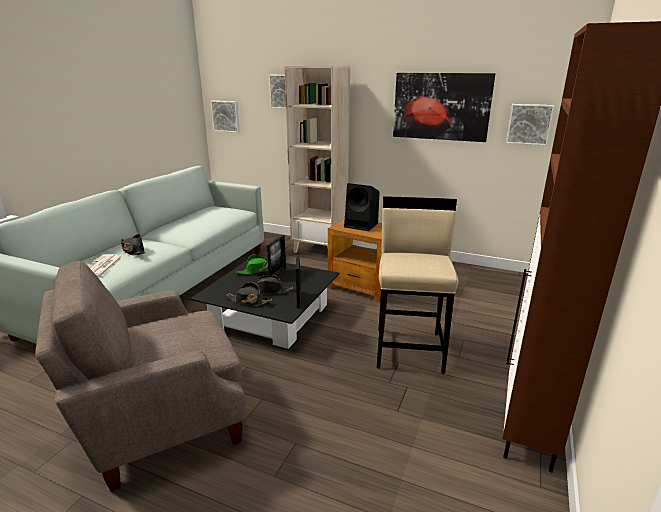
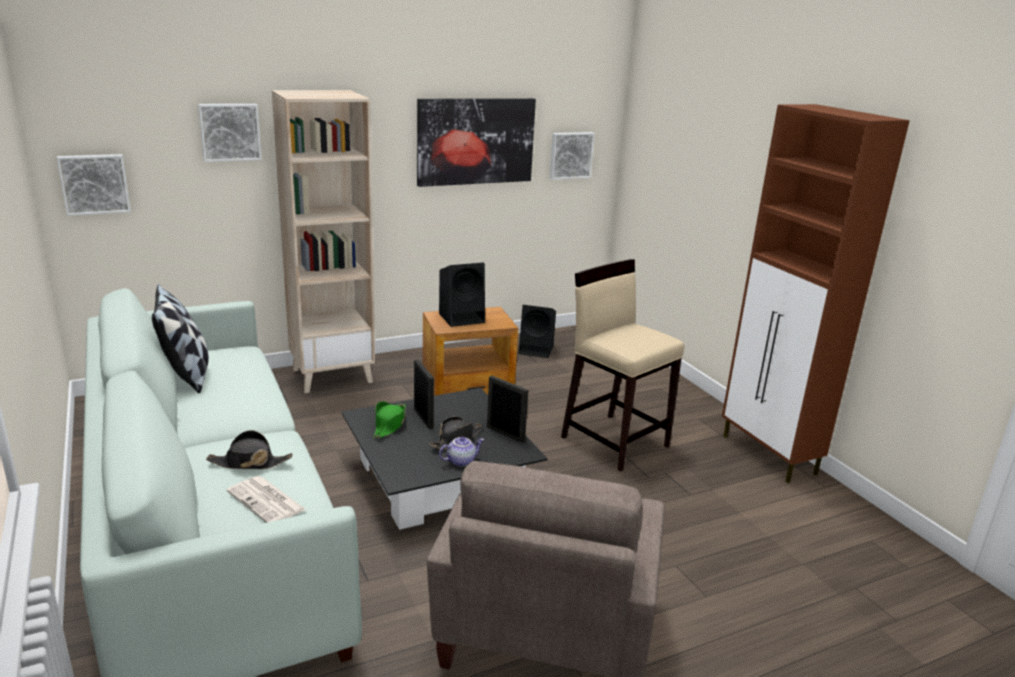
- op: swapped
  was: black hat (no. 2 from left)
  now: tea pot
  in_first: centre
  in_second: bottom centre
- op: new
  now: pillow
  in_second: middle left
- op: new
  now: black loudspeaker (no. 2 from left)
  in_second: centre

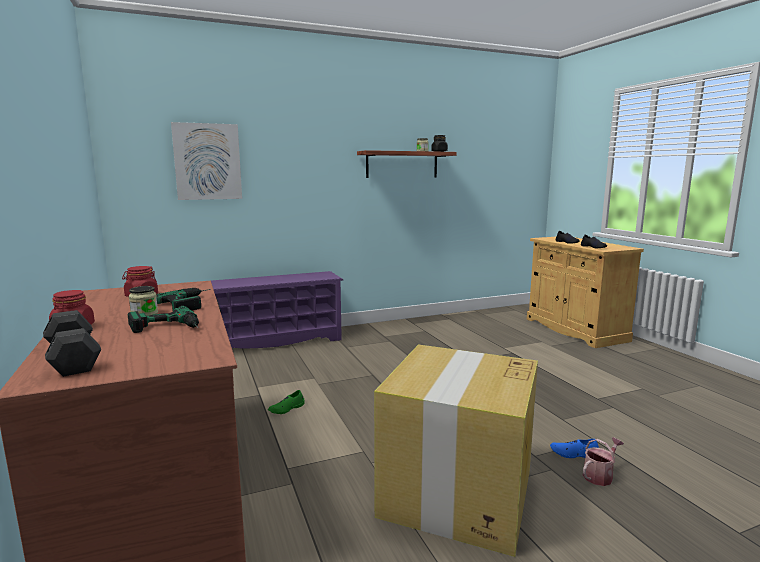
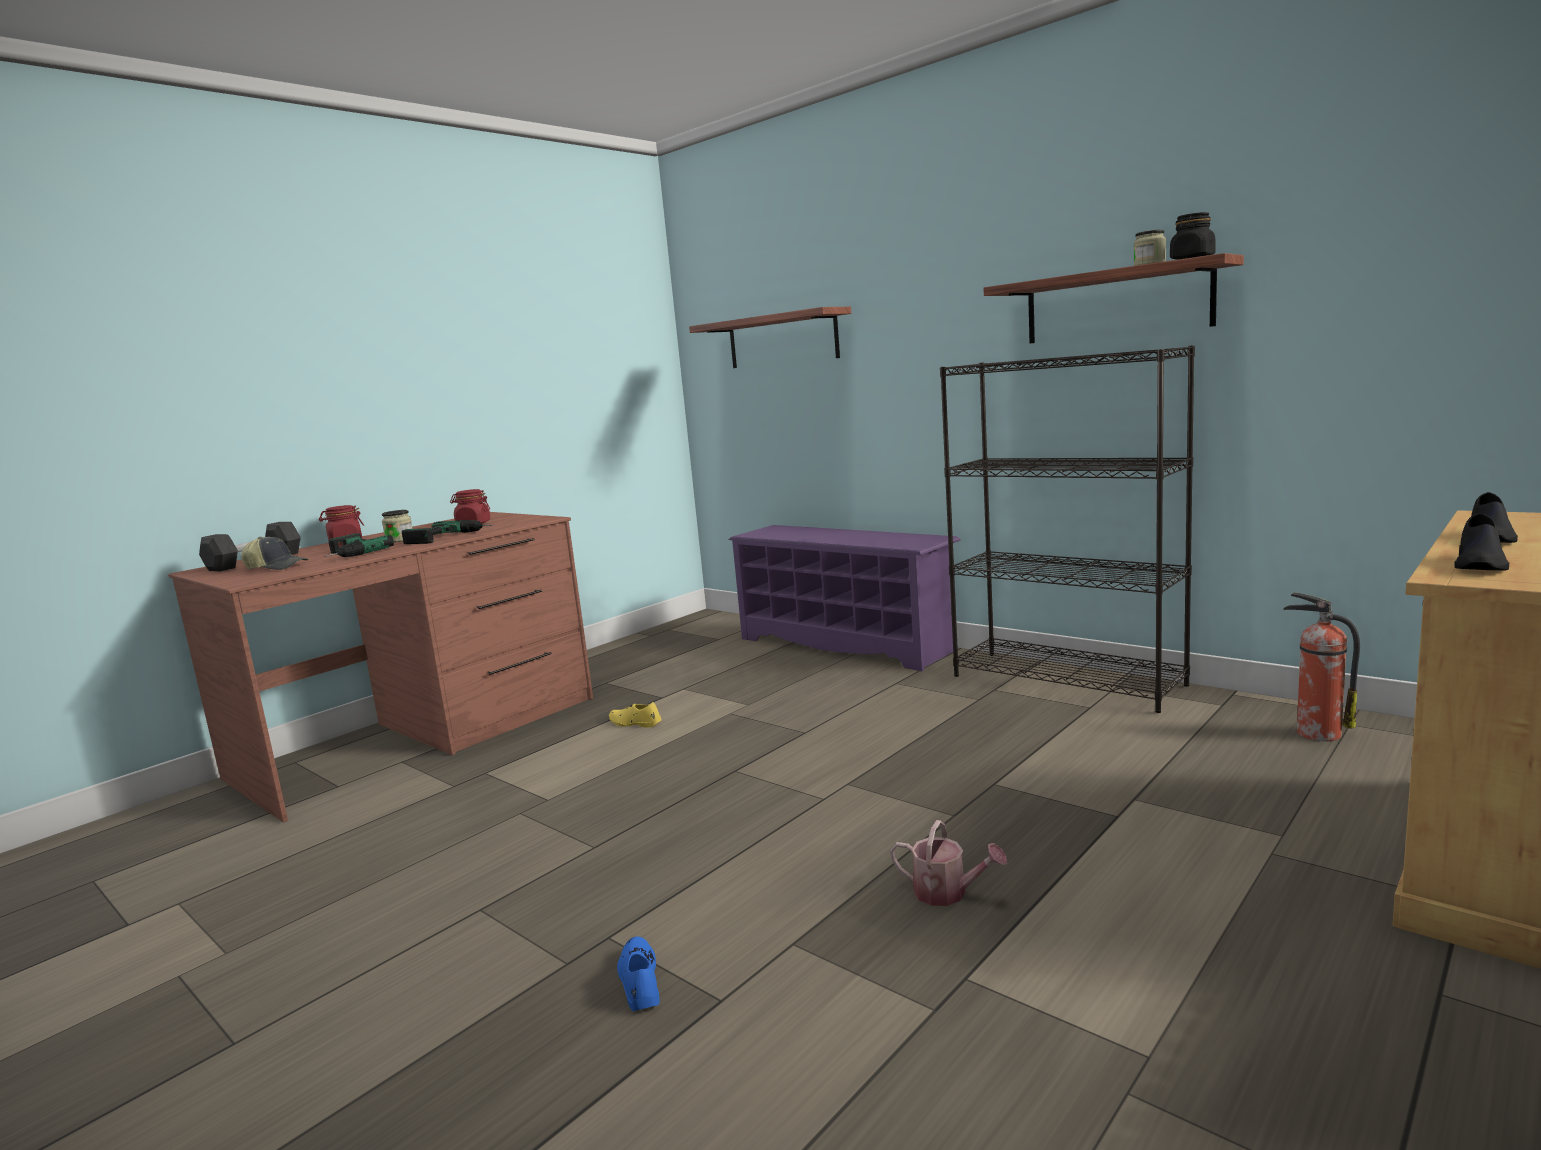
- op: swapped
  was: wall art
  now: shelf (no. 1 from left)
  in_first: top left
  in_second: top centre
- op: repainted
  was: greenish shoe
  now: yellowish shoe
  in_first: bottom centre
  in_second: centre
- op: gone
  was: carton
  in_first: bottom centre
- op: shifted
  was: watering can
  in_first: bottom right
  in_second: bottom centre
- op: new
  now: peaked cap
  in_second: middle left
- op: new
  now: black shelving unit
  in_second: middle right
- op: new
  now: fire-fighting cylinder
  in_second: middle right

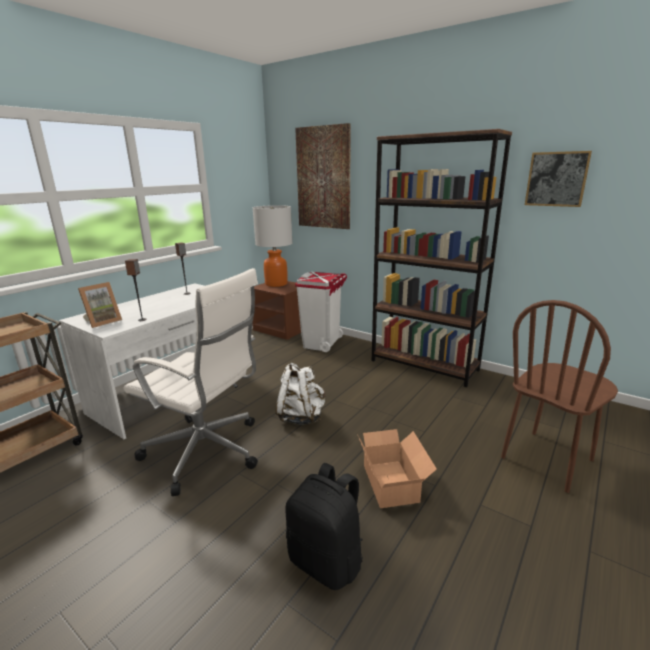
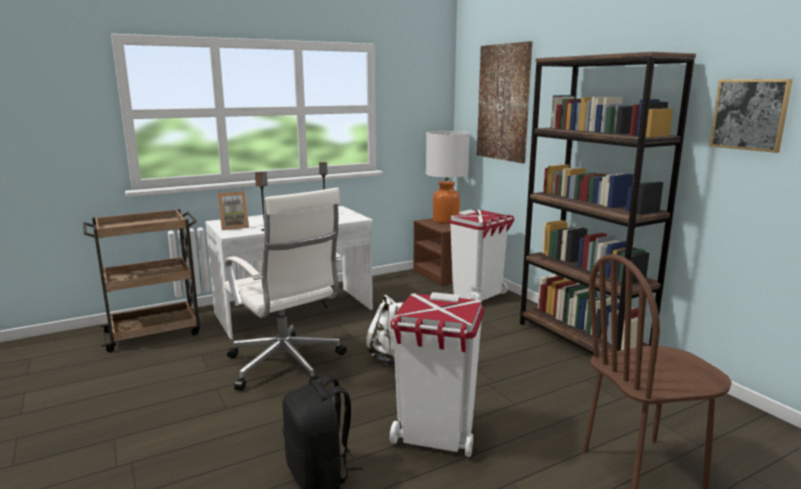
- op: swapped
  was: carton
  now: whitish trash can (no. 1 from left)
  in_first: bottom centre
  in_second: bottom centre

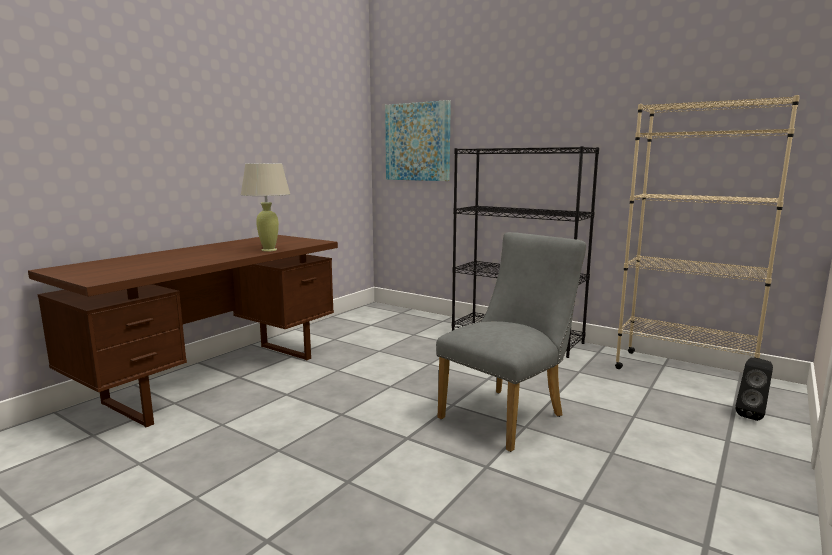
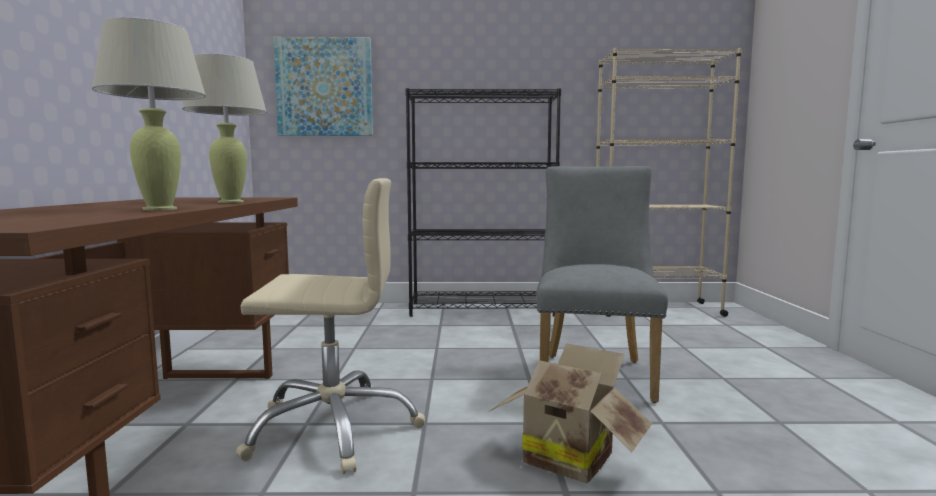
- op: gone
  was: black loudspeaker
  in_first: bottom right
- op: new
  now: sand-coloured tabletop lamp (no. 1 from left)
  in_second: top left
- op: new
  now: sand-coloured desk chair
  in_second: centre
- op: new
  now: carton
  in_second: bottom centre

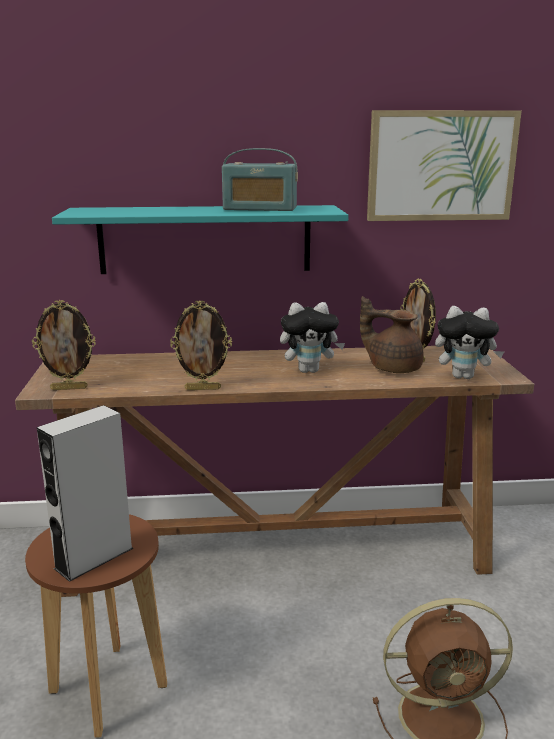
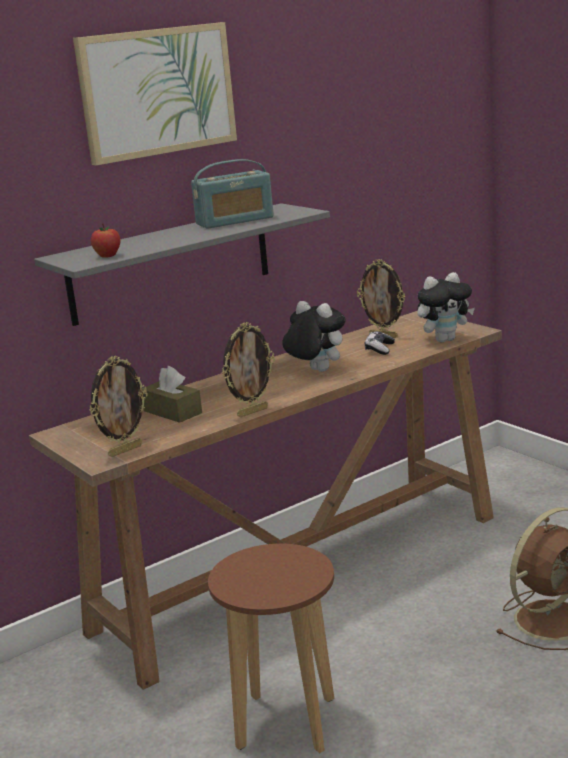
- op: gone
  was: greyish loudspeaker
  in_first: bottom left
- op: repainted
  was: turquoise shelf
  now: greyish shelf
  in_first: top centre
  in_second: middle left
- op: rotated
  was: cuddly toy (no. 1 from left)
  in_first: centre
  in_second: centre
  clockwise: -105
- op: swapped
  was: brown-coloured tea pot
  now: gamepad
  in_first: middle right
  in_second: middle right
- op: shifted
  was: wall art
  in_first: top right
  in_second: top left
- op: new
  now: apple
  in_second: top left
- op: new
  now: brown-coloured box of tissues
  in_second: middle left

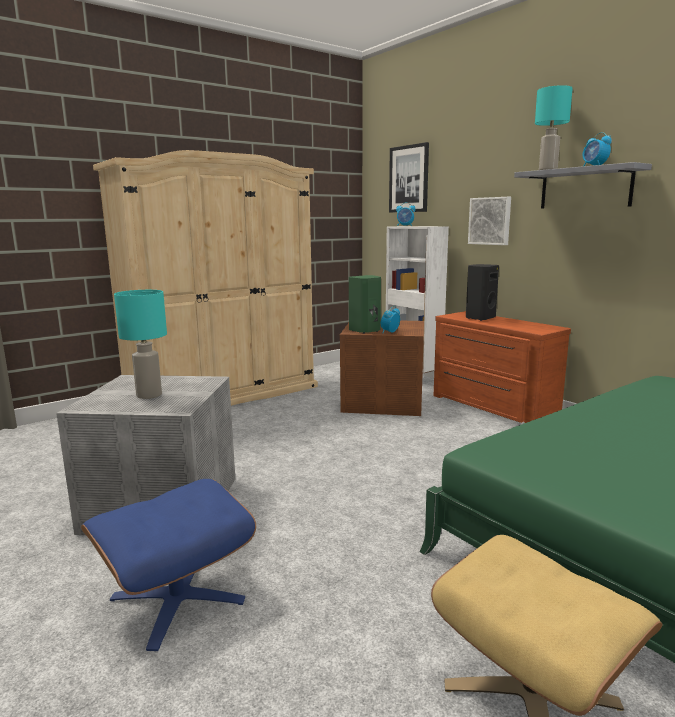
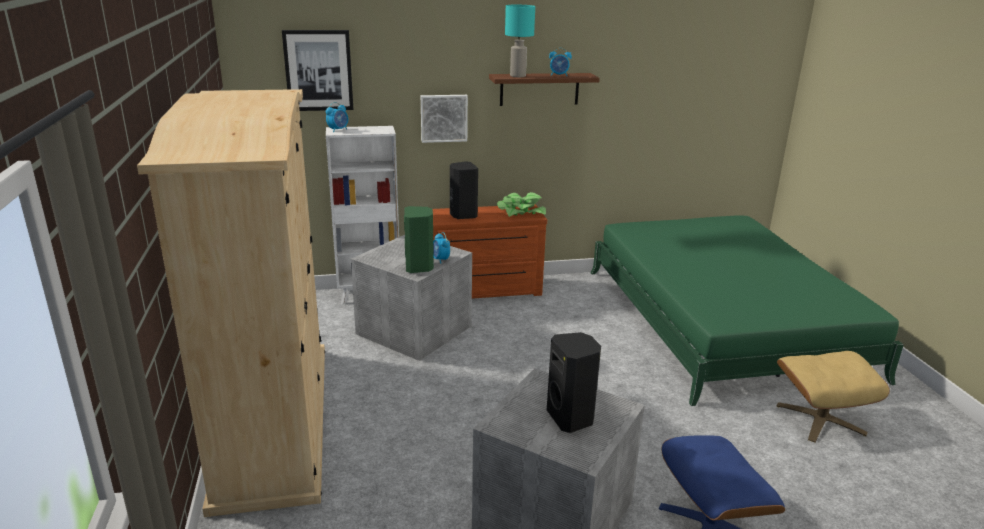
- op: swapped
  was: turquoise tabletop lamp (no. 1 from left)
  now: black loudspeaker (no. 2 from left)
  in_first: middle left
  in_second: bottom centre
- op: repainted
  was: brown-coloured storage box
  now: greyish storage box (no. 1 from left)
  in_first: centre
  in_second: centre
- op: repainted
  was: greyish shelf
  now: brown-coloured shelf
  in_first: top right
  in_second: top centre
- op: new
  now: plant in a pot
  in_second: centre

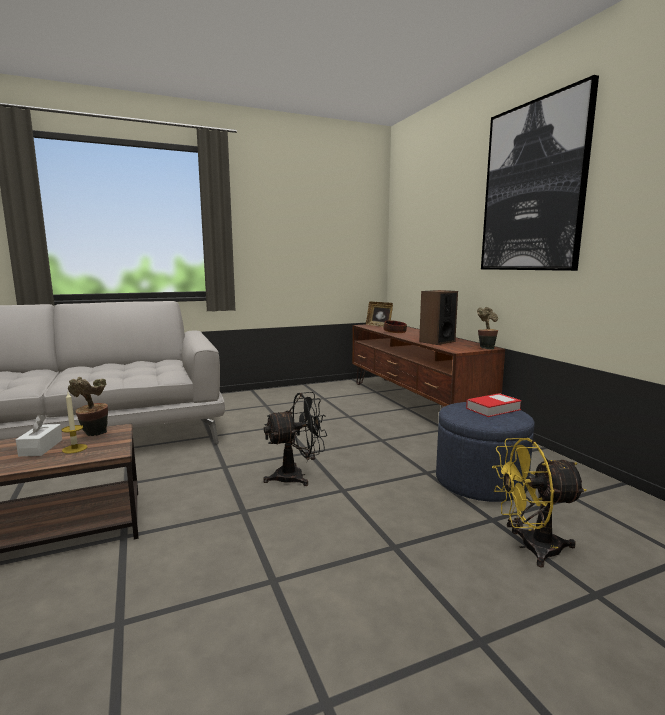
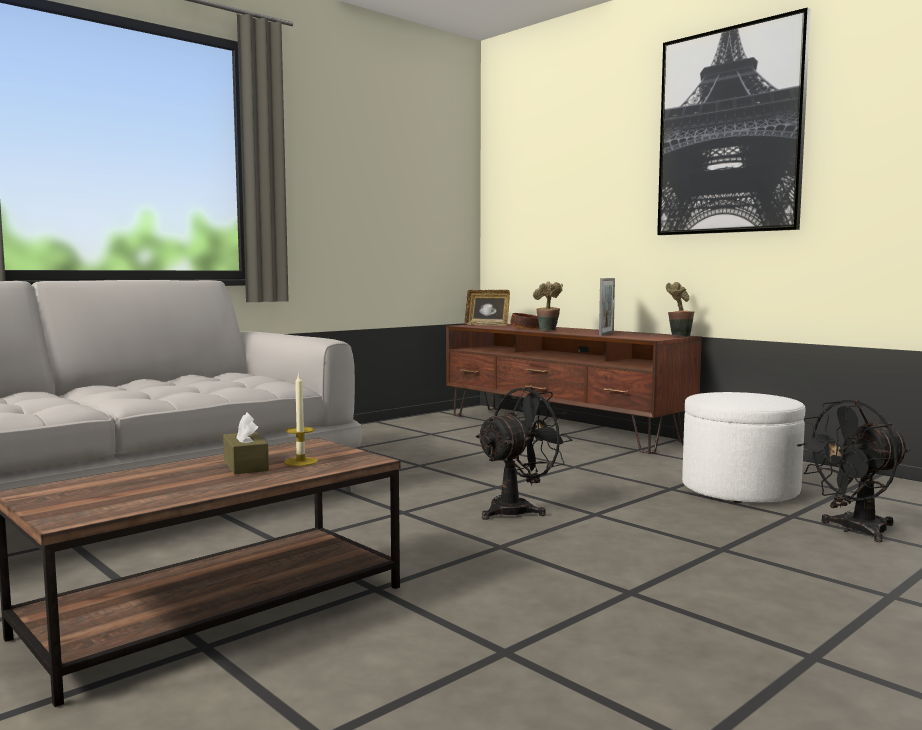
- op: repainted
  was: whitish box of tissues
  now: brown-coloured box of tissues
  in_first: middle left
  in_second: middle left
- op: shifted
  was: plant in a pot (no. 1 from left)
  in_first: middle left
  in_second: centre
- op: swapped
  was: loudspeaker
  now: picture frame (no. 2 from left)
  in_first: centre
  in_second: centre
- op: repainted
  was: blue-coloured pouffe
  now: whitish pouffe
  in_first: middle right
  in_second: middle right
- op: gone
  was: bound book
  in_first: middle right
- op: repainted
  was: yellowish fan
  now: black fan (no. 2 from left)
  in_first: bottom right
  in_second: middle right

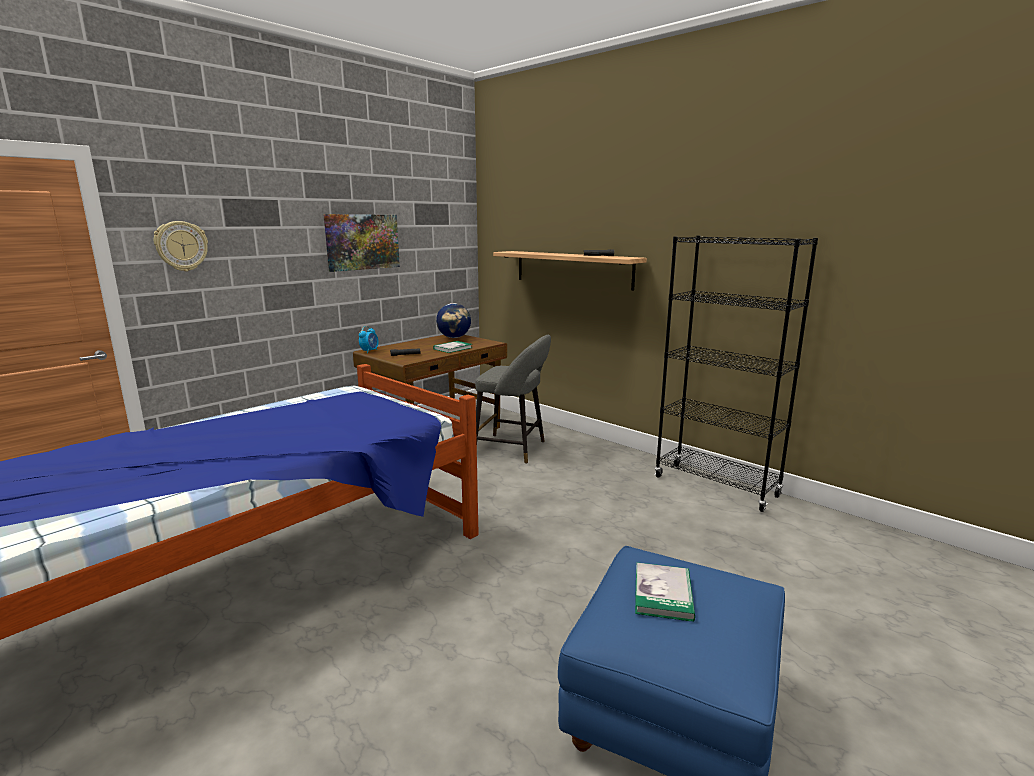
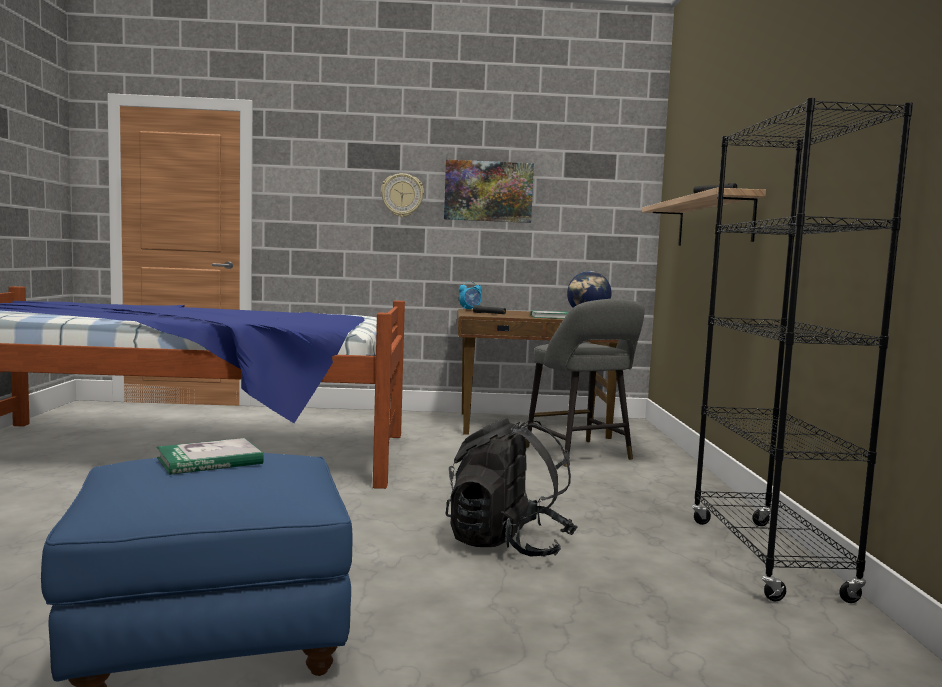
- op: shifted
  was: wall clock
  in_first: top left
  in_second: top centre
- op: new
  now: black backpack
  in_second: bottom centre

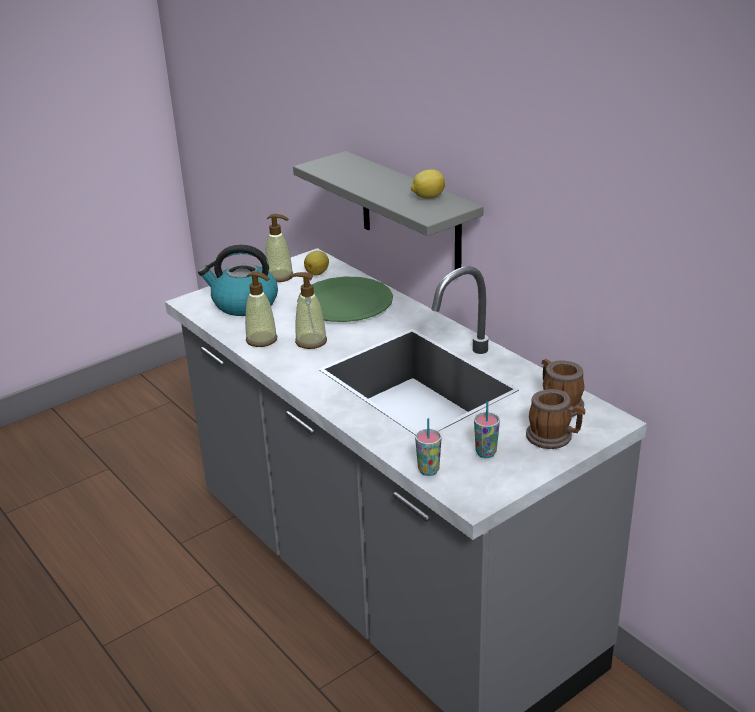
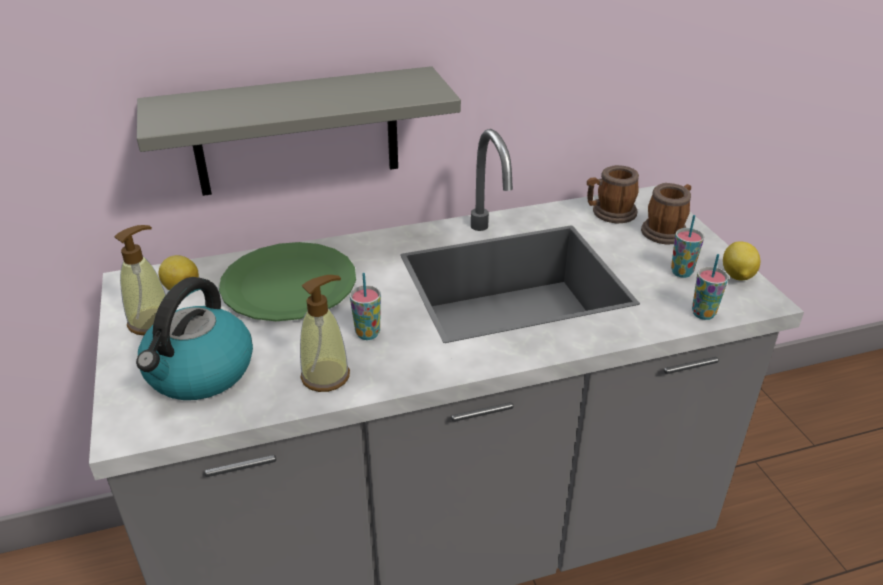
- op: swapped
  was: soap bottle (no. 3 from left)
  now: small cup (no. 1 from left)
  in_first: centre
  in_second: centre
- op: shifted
  was: citrus fruit (no. 2 from left)
  in_first: top centre
  in_second: middle right

